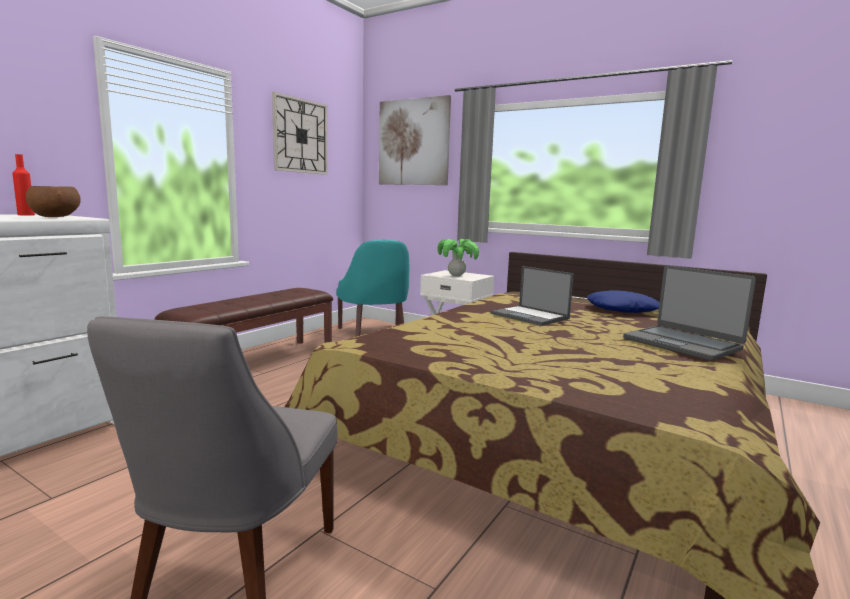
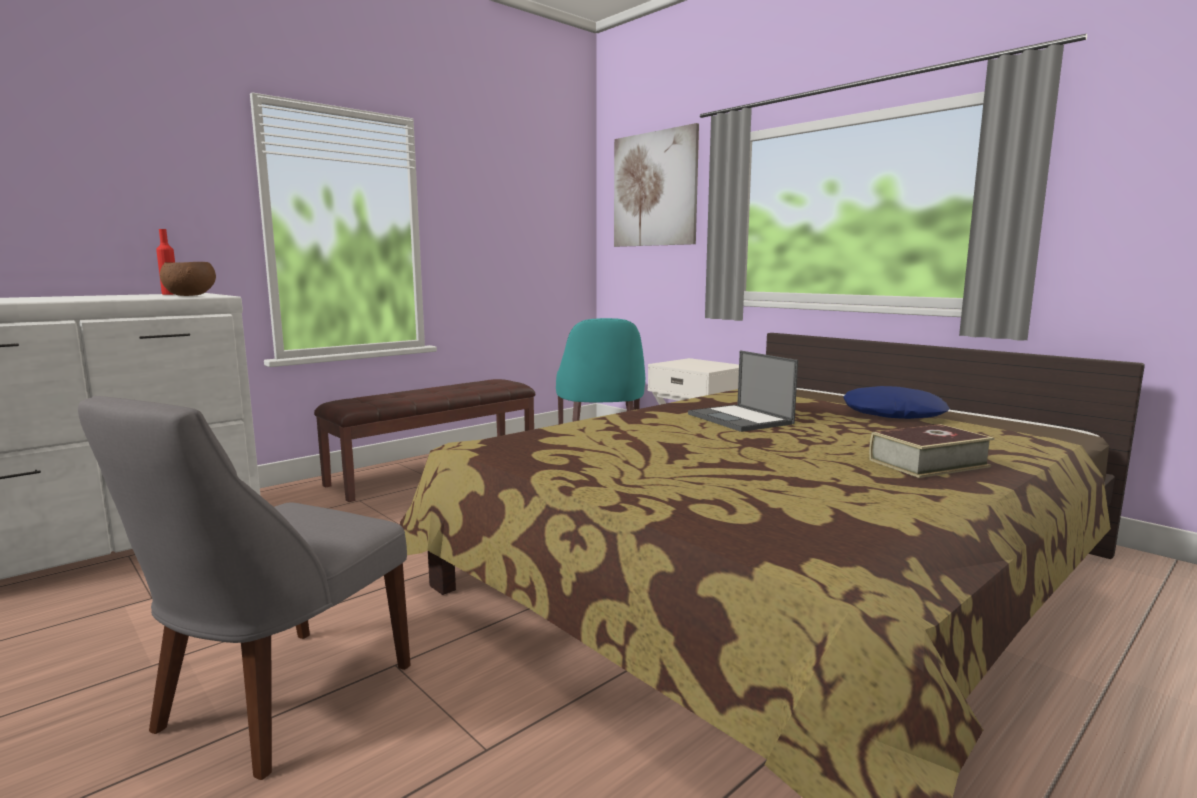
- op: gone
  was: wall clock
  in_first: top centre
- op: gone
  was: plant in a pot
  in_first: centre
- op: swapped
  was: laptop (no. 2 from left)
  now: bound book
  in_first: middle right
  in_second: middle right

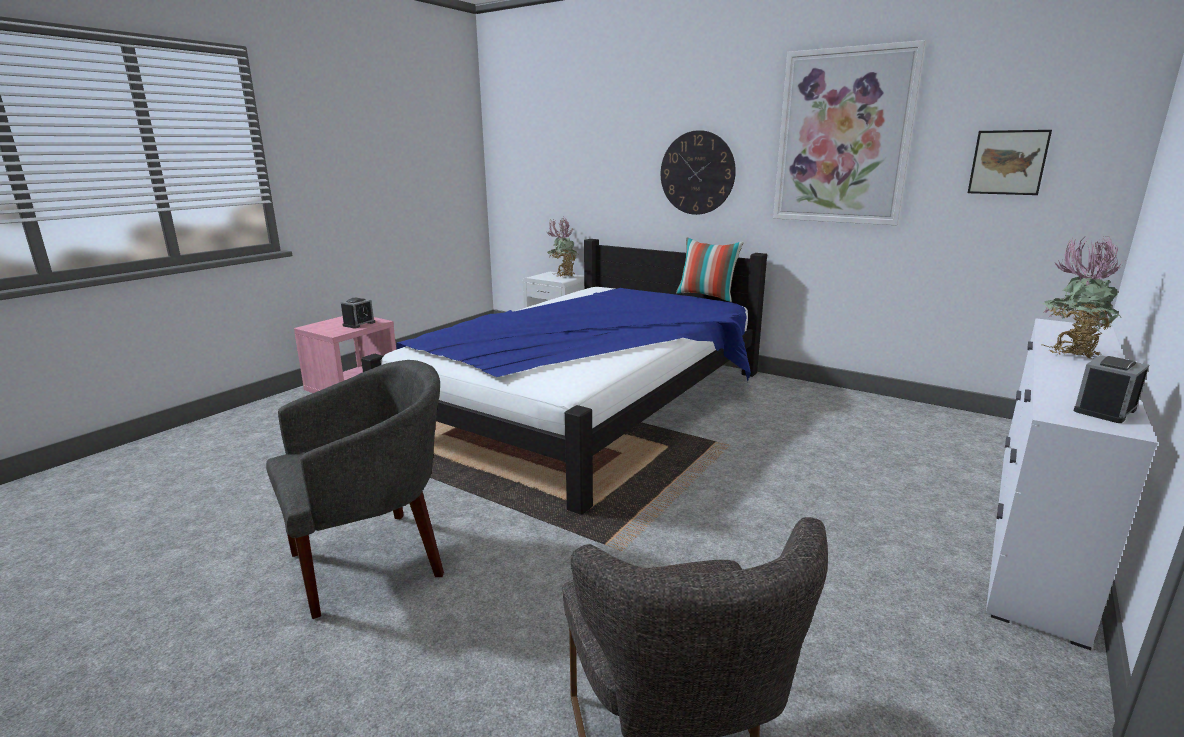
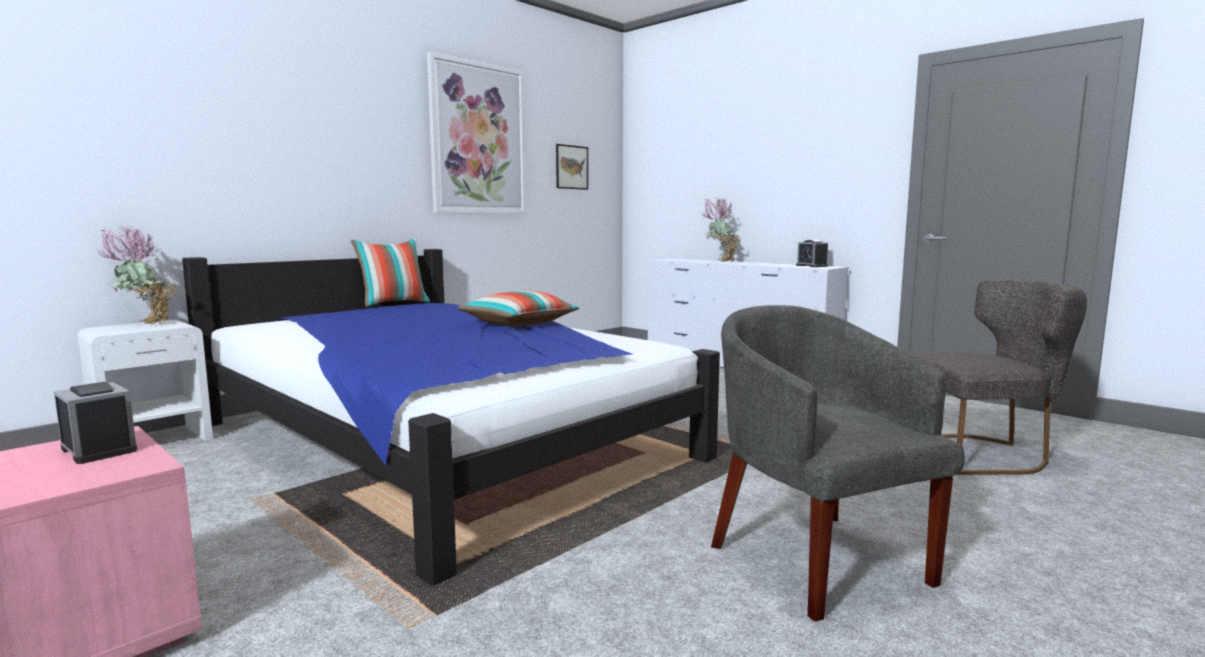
- op: gone
  was: wall clock
  in_first: top centre
- op: new
  now: pillow (no. 2 from left)
  in_second: centre

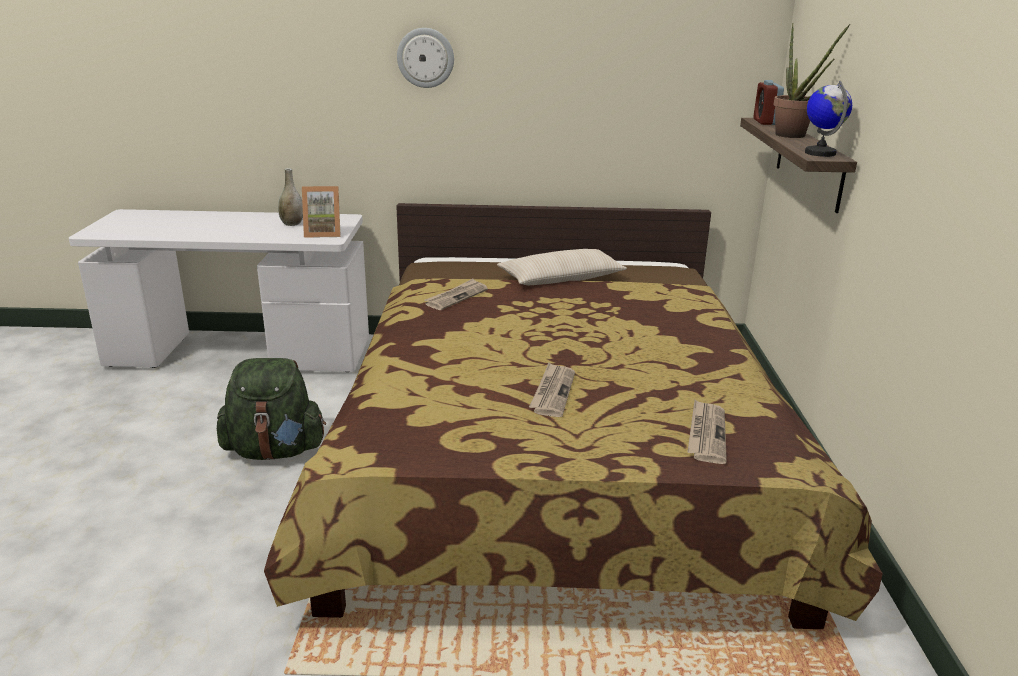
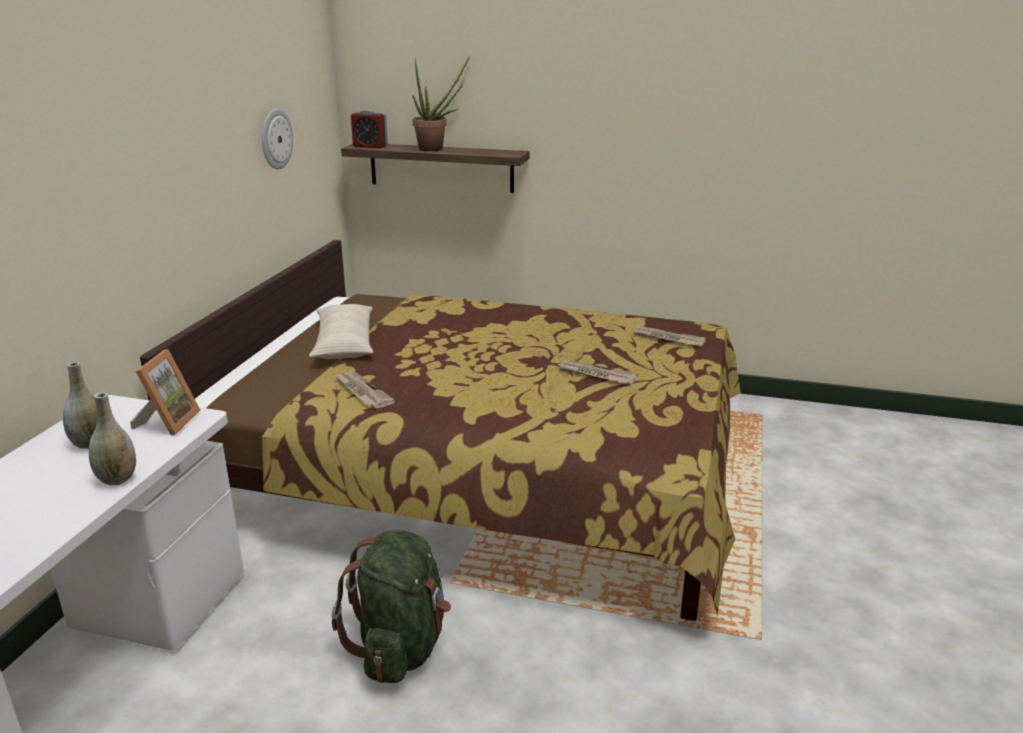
- op: shifted
  was: wall clock
  in_first: top centre
  in_second: top left
- op: gone
  was: world globe
  in_first: top right
- op: new
  now: greyish decorative vase (no. 2 from left)
  in_second: middle left

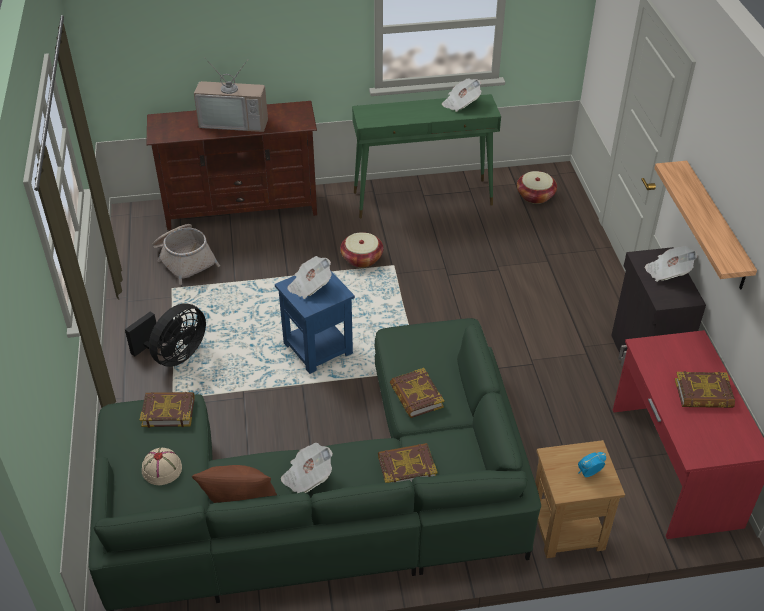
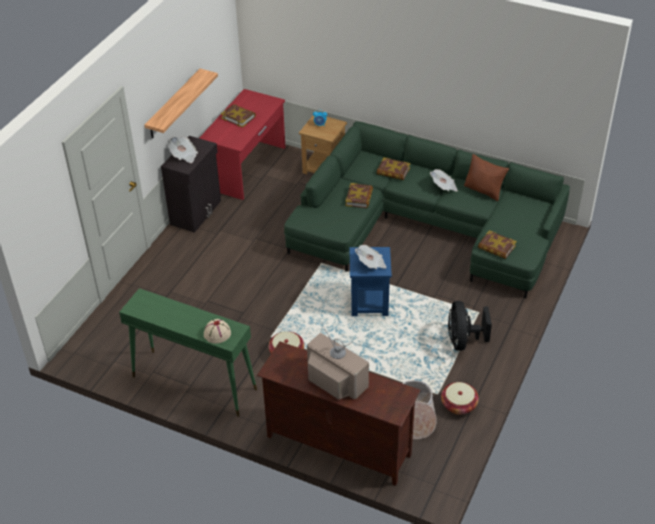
- op: rotated
  was: black fan
  in_first: middle left
  in_second: middle right
  clockwise: -75
- op: shifted
  was: sand-coloured hat
  in_first: bottom left
  in_second: middle left
- op: gone
  was: printed paper (no. 3 from left)
  in_first: top centre
- op: shifted
  was: basket (no. 3 from left)
  in_first: top right
  in_second: bottom right

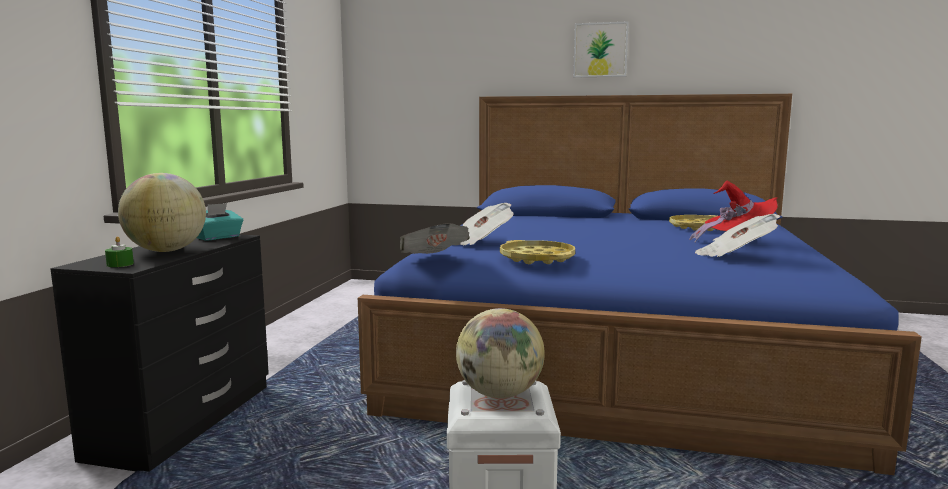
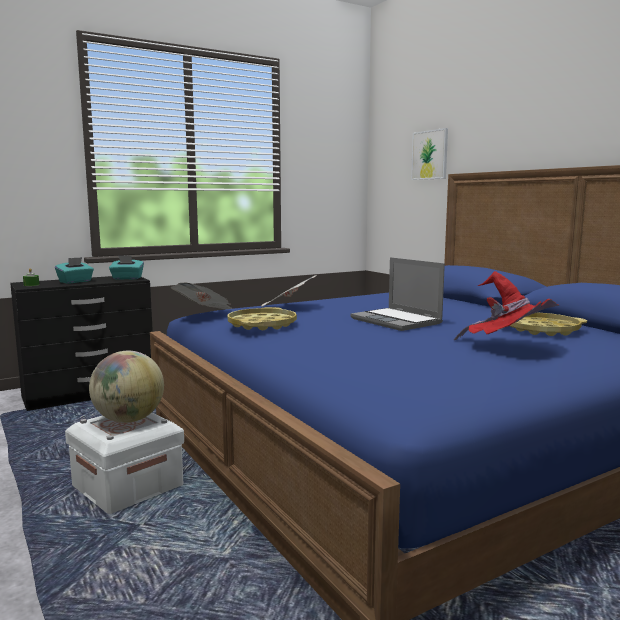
- op: swapped
  was: world globe (no. 1 from left)
  now: turquoise box of tissues (no. 1 from left)
  in_first: middle left
  in_second: middle left
- op: shifted
  was: wall art
  in_first: top centre
  in_second: top right
- op: gone
  was: printed paper (no. 3 from left)
  in_first: middle right
- op: new
  now: laptop
  in_second: centre

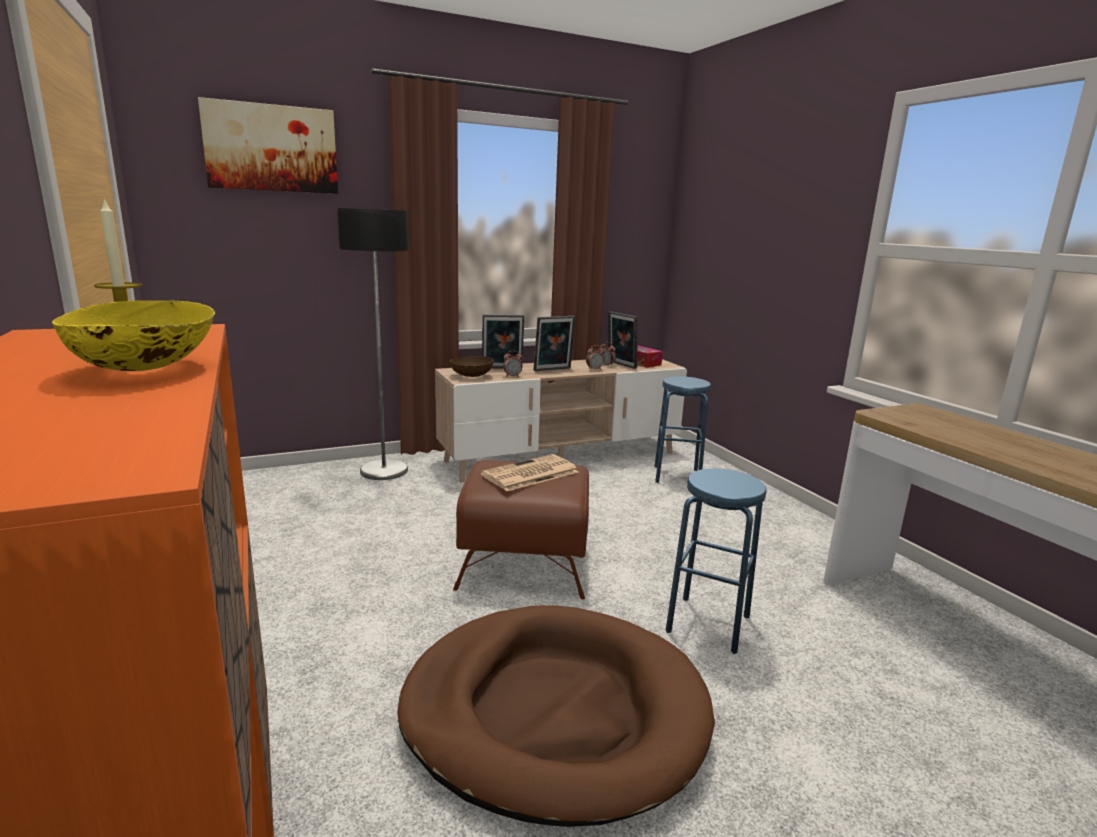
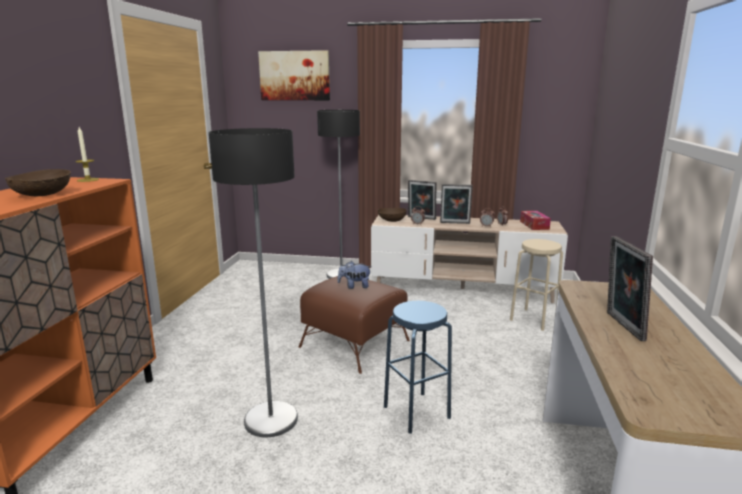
- op: repainted
  was: yellowish deep dish
  now: brown-coloured deep dish (no. 1 from left)
  in_first: middle left
  in_second: middle left
- op: swapped
  was: brown-coloured pet bed
  now: standing lamp (no. 1 from left)
  in_first: bottom centre
  in_second: centre
- op: swapped
  was: printed paper
  now: cuddly toy
  in_first: centre
  in_second: centre
- op: shifted
  was: picture frame (no. 3 from left)
  in_first: centre
  in_second: middle right
- op: repainted
  was: blue-coloured stool seat (no. 1 from left)
  now: sand-coloured stool seat
  in_first: centre
  in_second: middle right

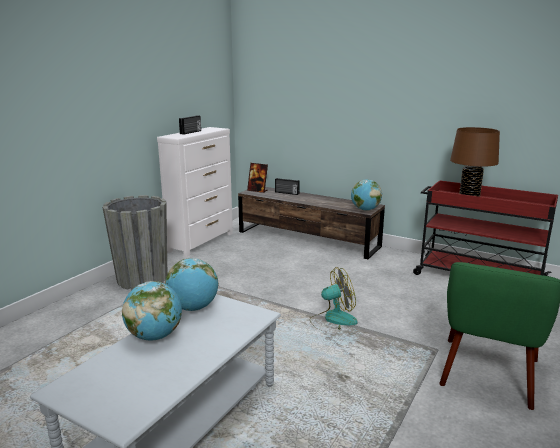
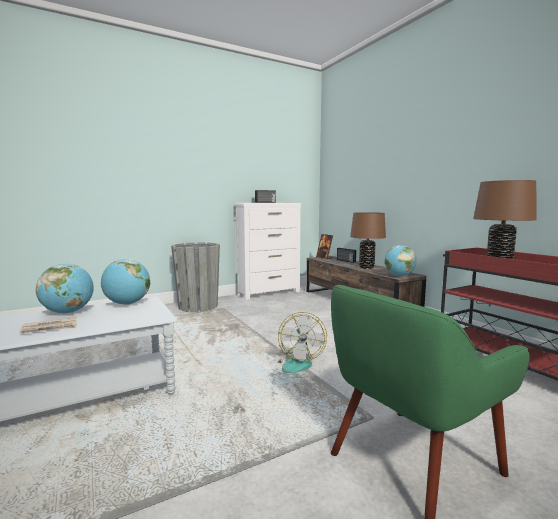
- op: rotated
  was: fan
  in_first: centre
  in_second: centre
  clockwise: 75
- op: new
  now: printed paper
  in_second: middle left
- op: new
  now: brown-coloured tabletop lamp (no. 1 from left)
  in_second: centre

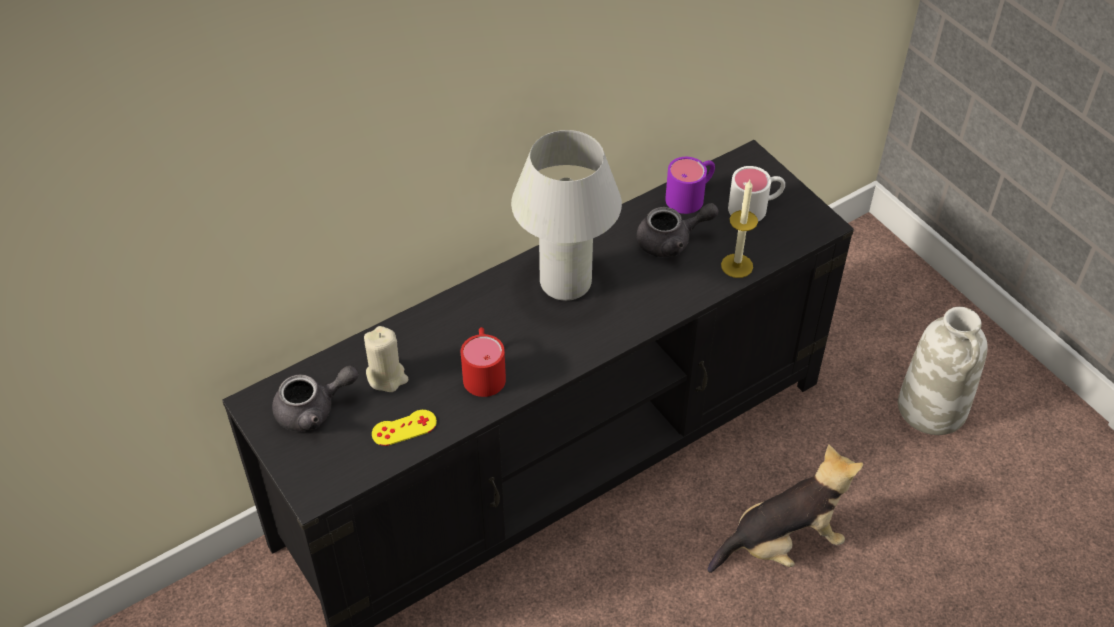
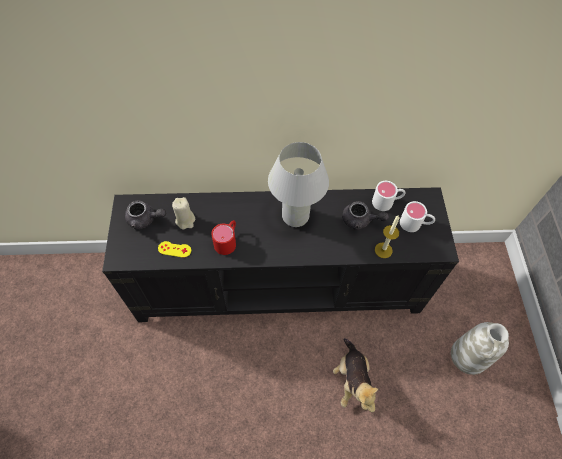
- op: repainted
  was: purplish mug
  now: whitish mug (no. 1 from left)
  in_first: top centre
  in_second: middle right
- op: rotated
  was: cuddly toy
  in_first: bottom right
  in_second: bottom centre
  clockwise: 75

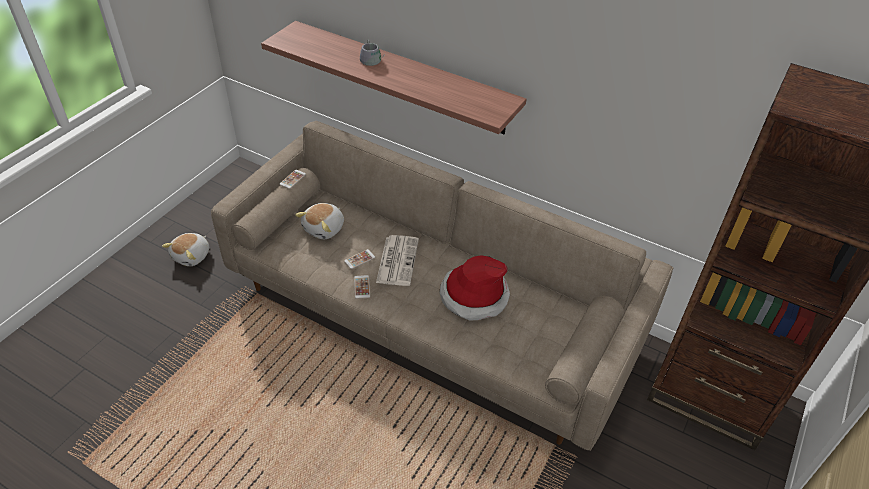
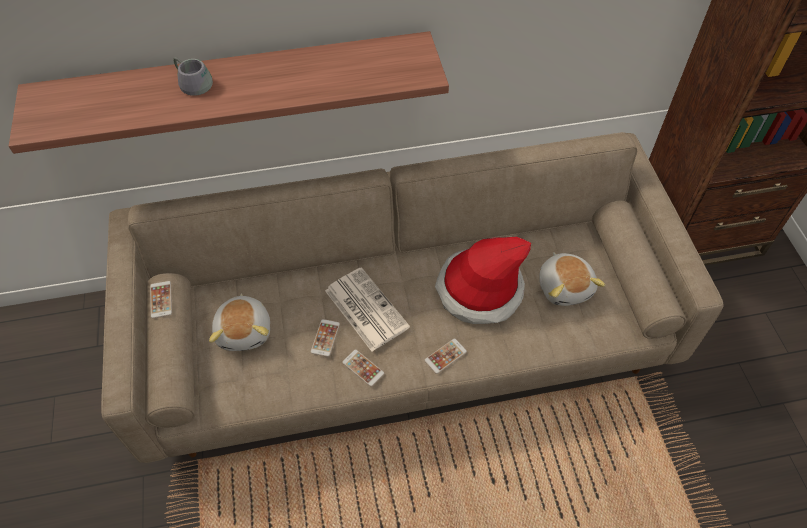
- op: shifted
  was: cuddly toy (no. 1 from left in the first image)
  now: cuddly toy (no. 2 from left)
  in_first: middle left
  in_second: middle right
- op: new
  now: phone (no. 4 from left)
  in_second: bottom centre

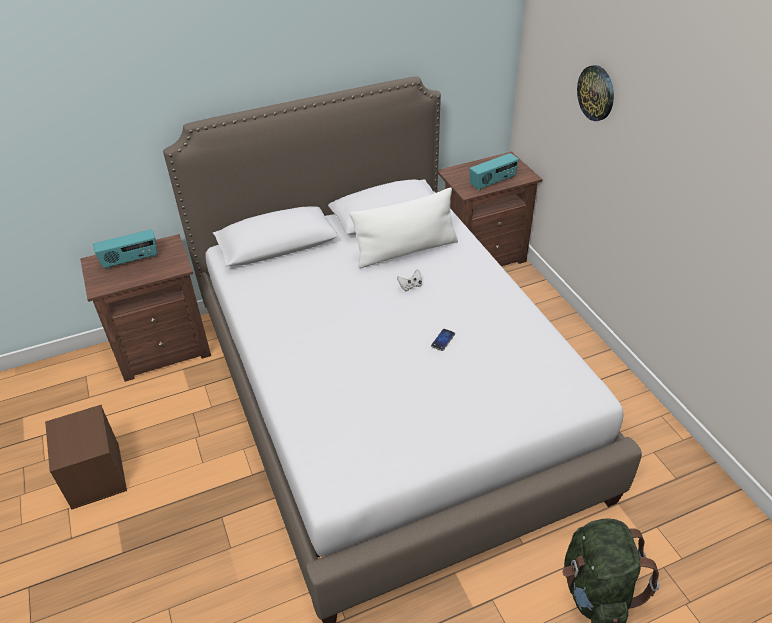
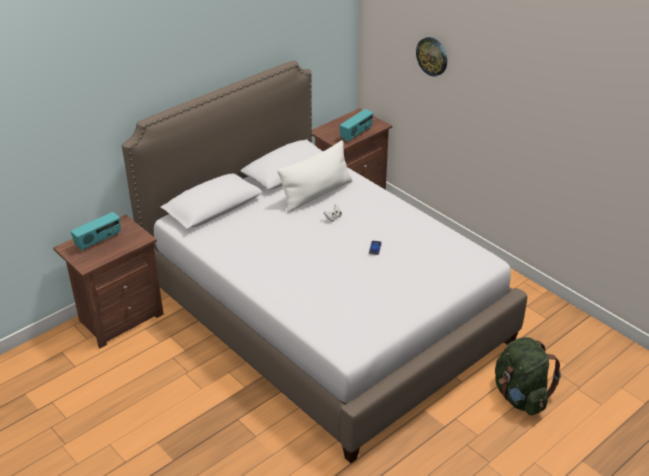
- op: gone
  was: brown-coloured storage box
  in_first: bottom left

